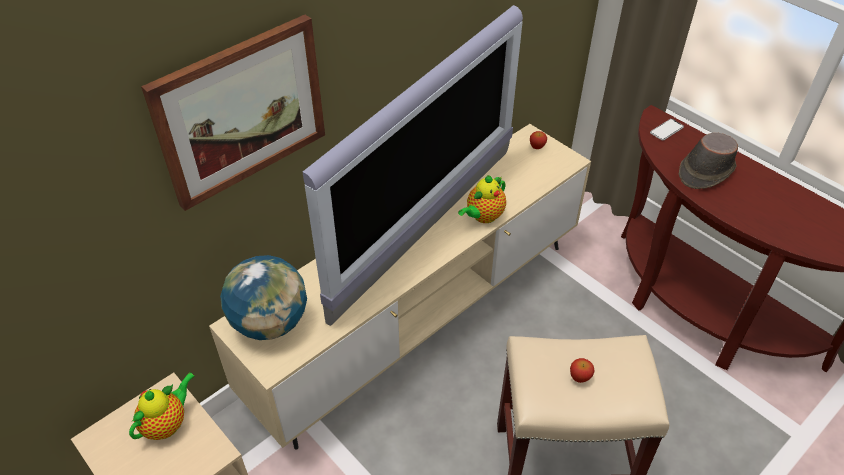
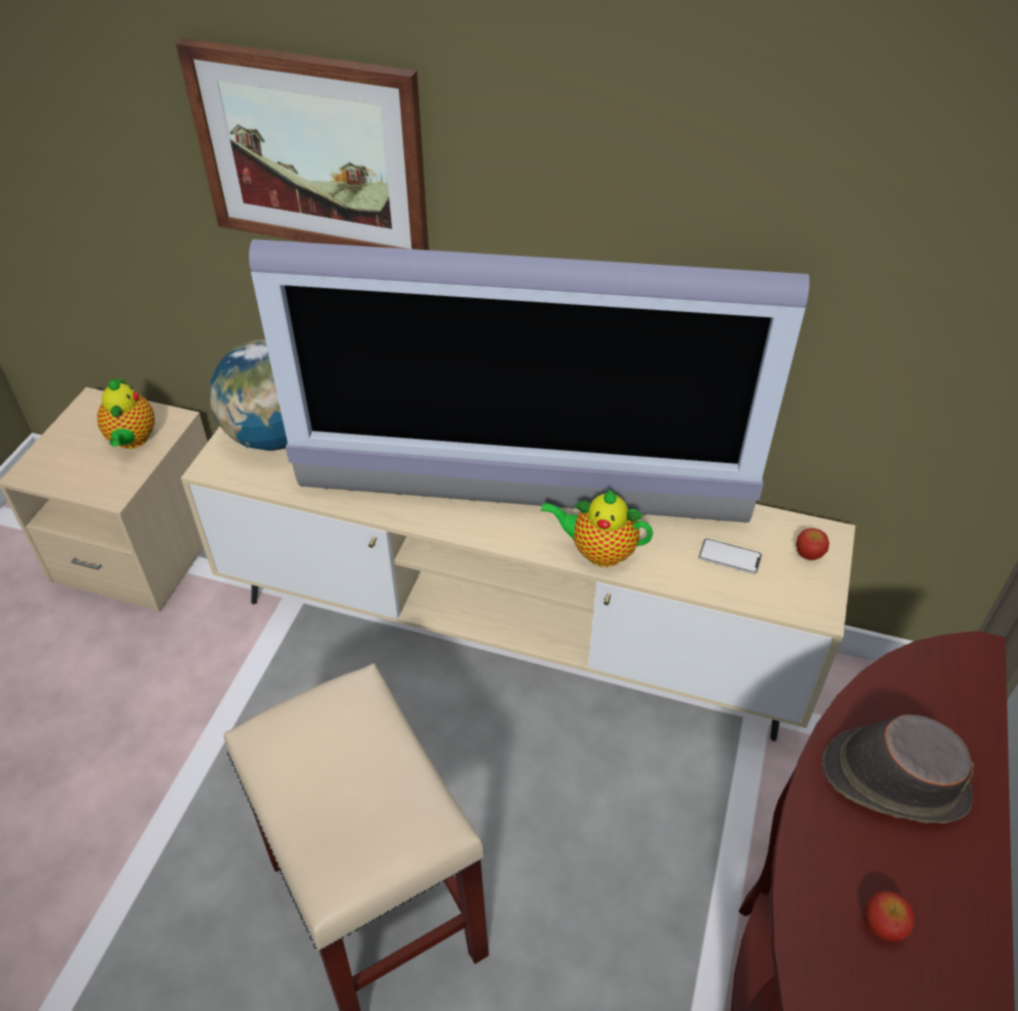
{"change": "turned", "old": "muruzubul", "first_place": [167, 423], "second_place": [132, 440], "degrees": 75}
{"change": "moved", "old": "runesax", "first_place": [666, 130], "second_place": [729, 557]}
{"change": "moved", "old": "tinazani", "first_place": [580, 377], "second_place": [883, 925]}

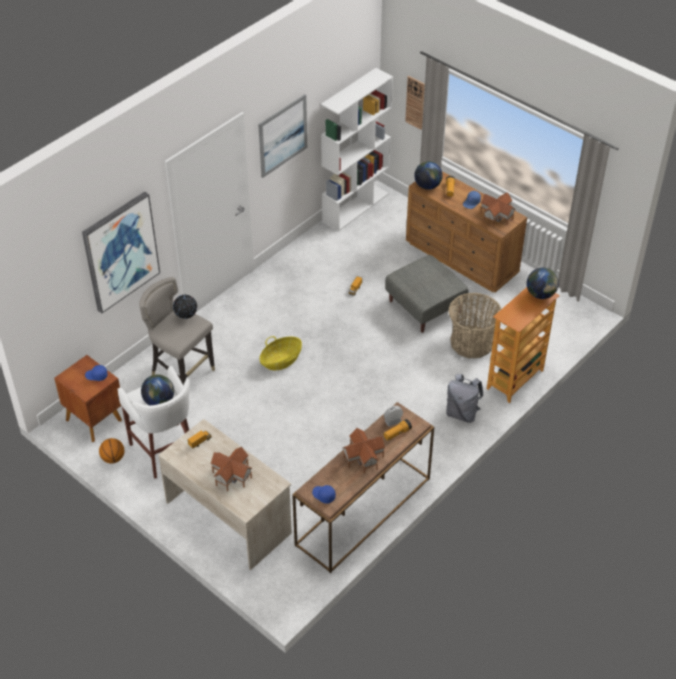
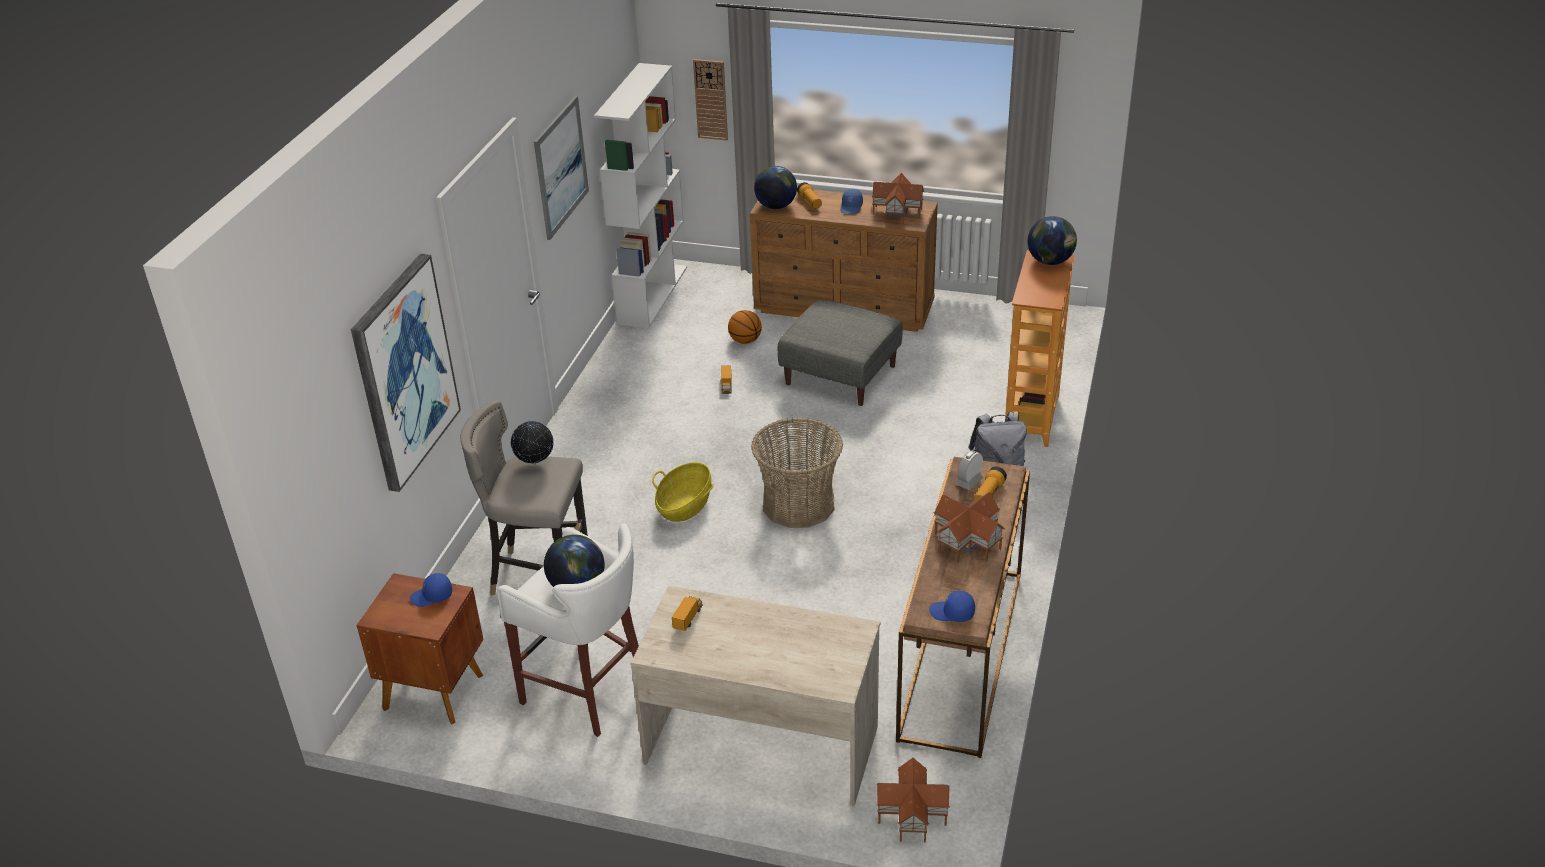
{"change": "moved", "old": "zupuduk", "first_place": [113, 458], "second_place": [745, 340]}
{"change": "moved", "old": "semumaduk", "first_place": [471, 342], "second_place": [798, 504]}
{"change": "moved", "old": "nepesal", "first_place": [232, 474], "second_place": [911, 813]}

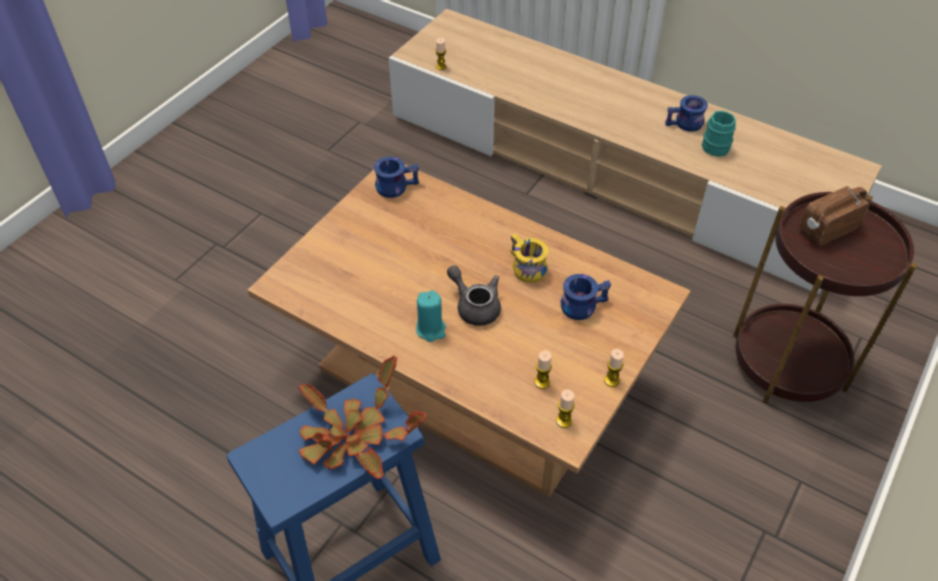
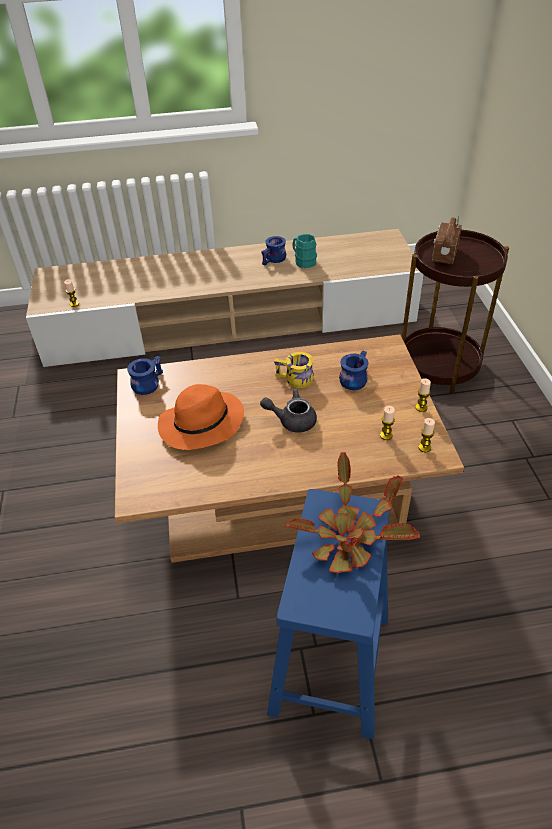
{"change": "added", "new": "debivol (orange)", "second_place": [201, 425]}
{"change": "removed", "old": "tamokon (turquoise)", "first_place": [431, 329]}

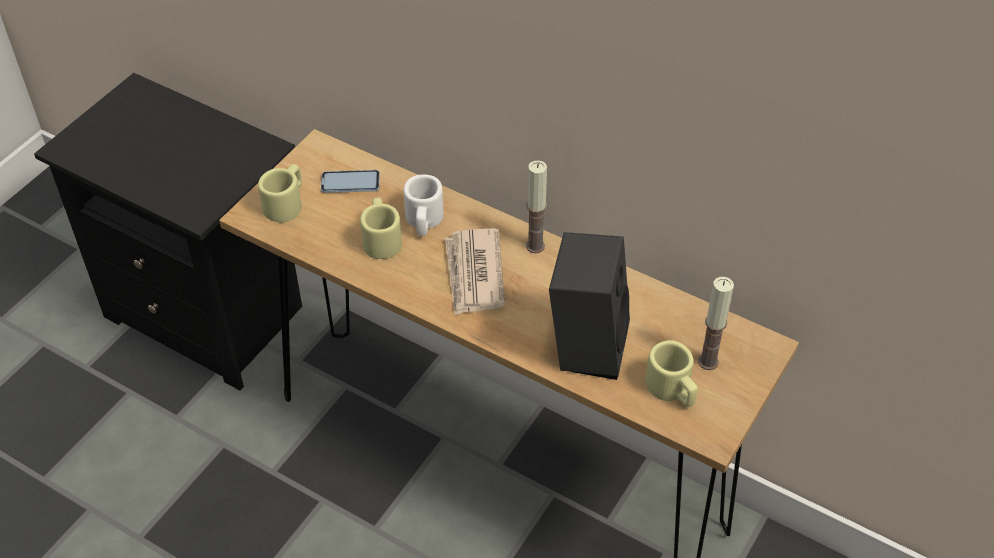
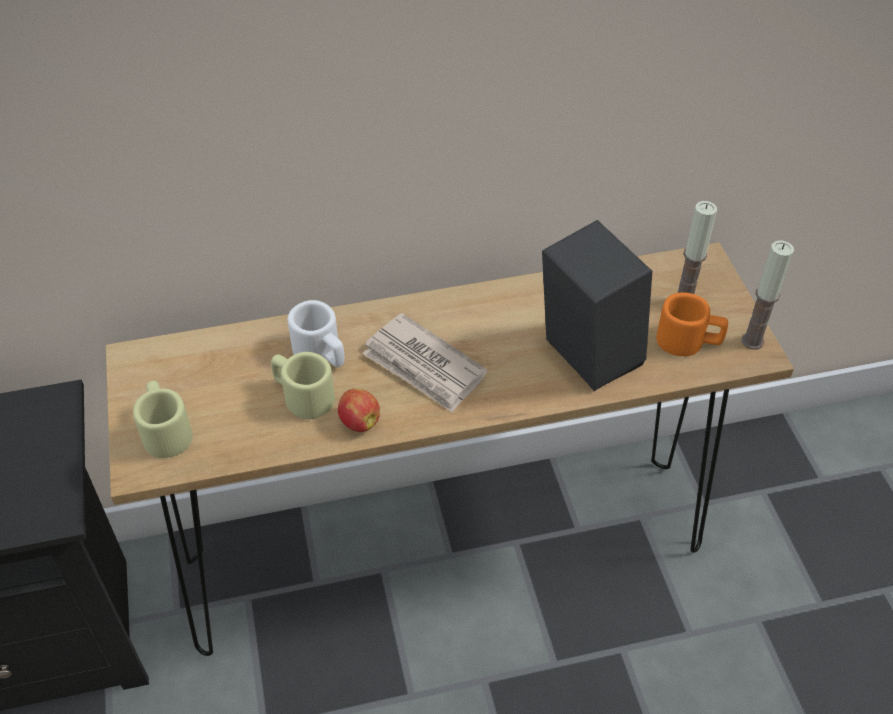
{"change": "added", "new": "tinazani", "second_place": [359, 421]}
{"change": "recoloured", "old": "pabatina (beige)", "new": "pabatina (orange)", "first_place": [672, 390], "second_place": [688, 341]}
{"change": "moved", "old": "tamokon", "first_place": [535, 246], "second_place": [752, 341]}
{"change": "removed", "old": "runesax", "first_place": [350, 183]}

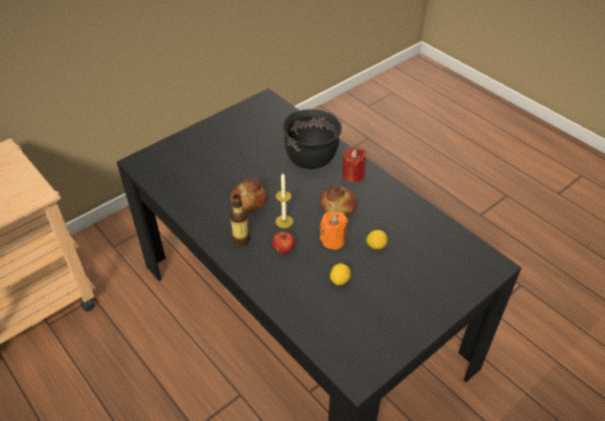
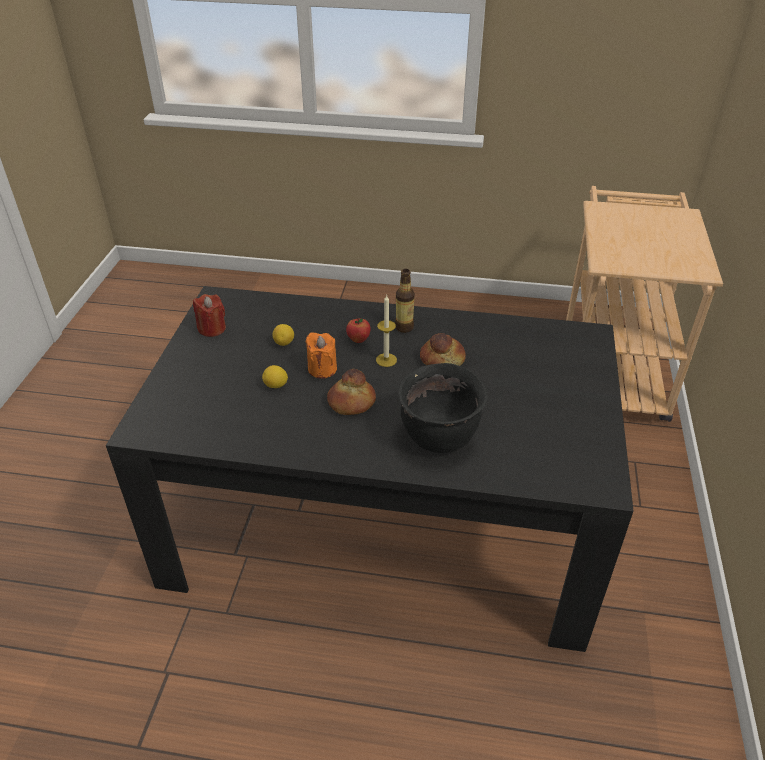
{"change": "moved", "old": "tamokon (red)", "first_place": [353, 175], "second_place": [212, 328]}

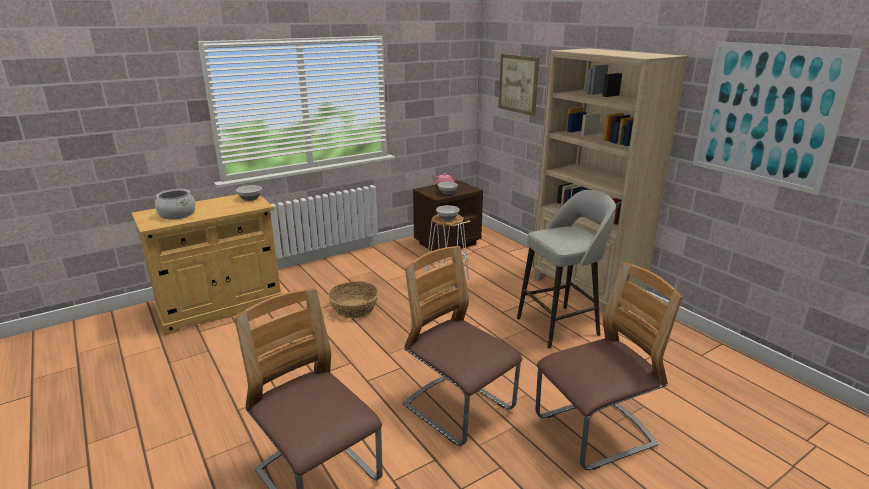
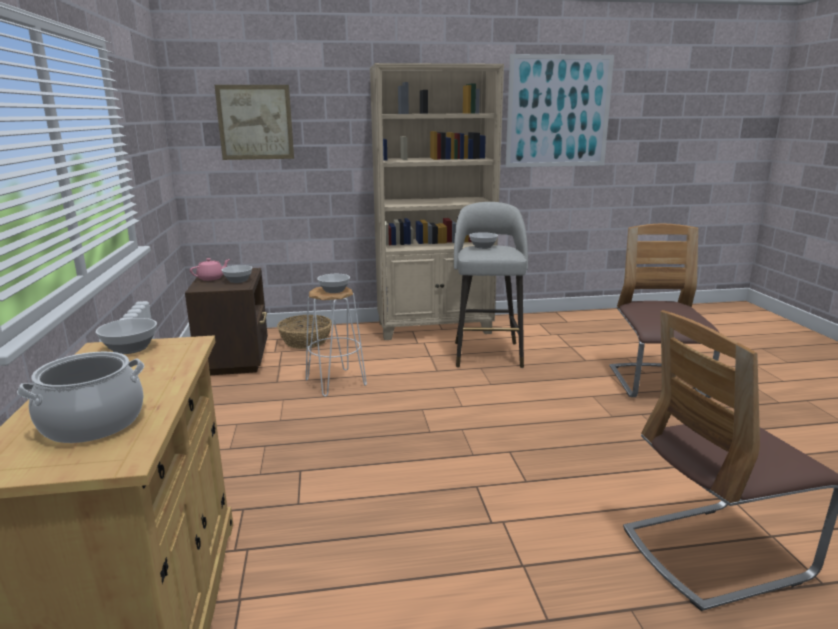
{"change": "moved", "old": "semumaduk", "first_place": [354, 308], "second_place": [305, 341]}
{"change": "added", "new": "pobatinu", "second_place": [483, 247]}
{"change": "removed", "old": "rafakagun", "first_place": [458, 409]}

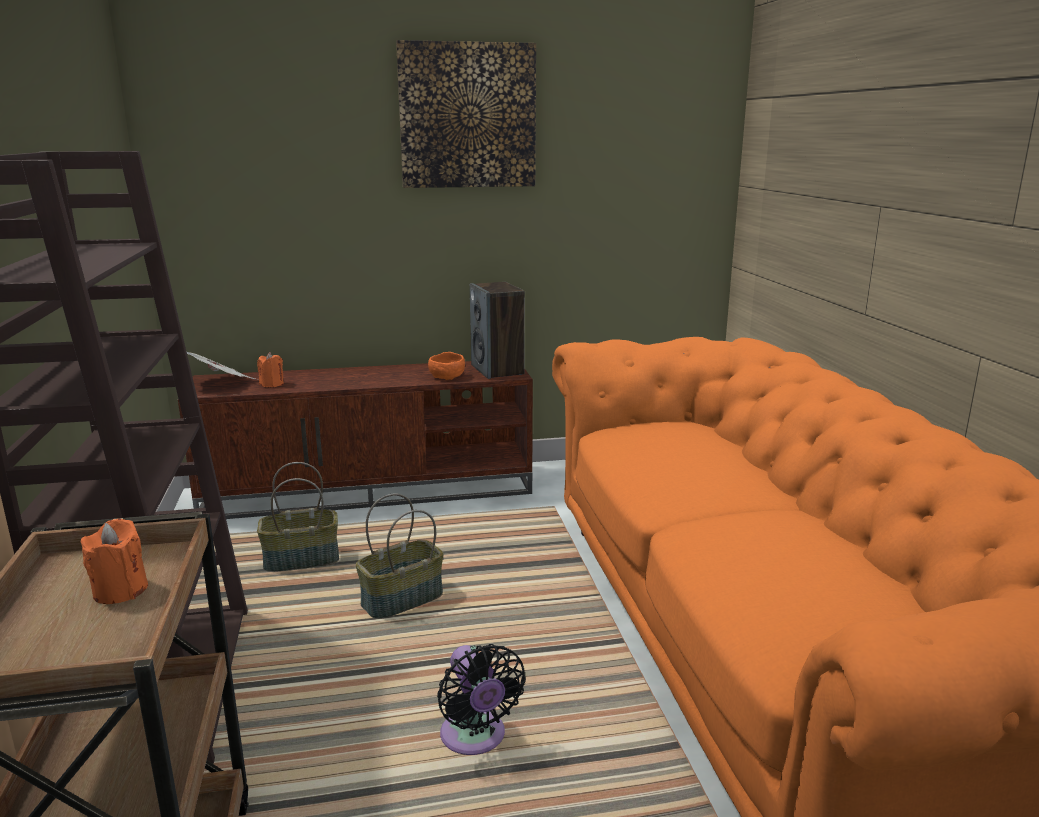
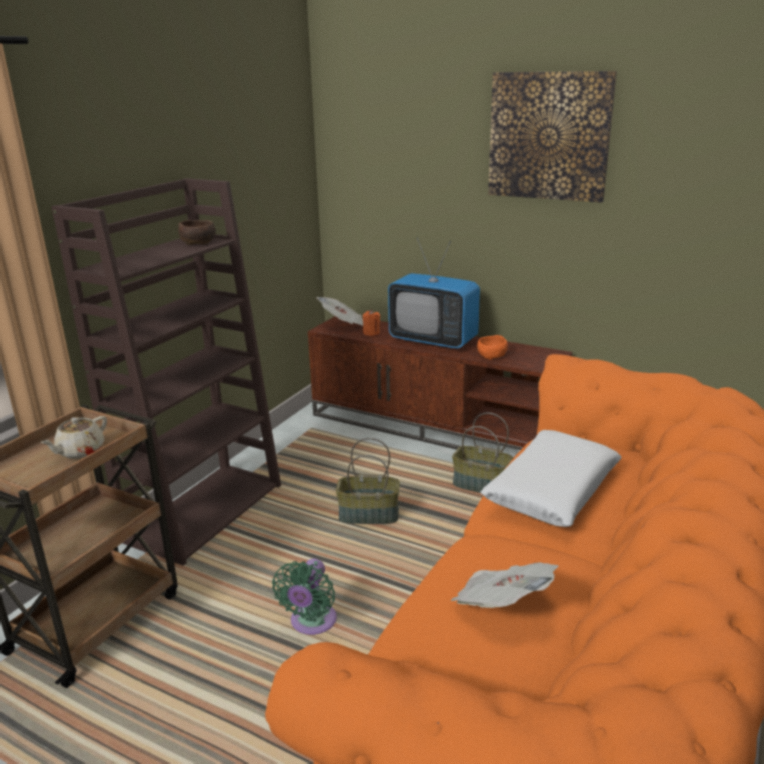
{"change": "replaced", "old": "tamokon (orange)", "new": "muruzubul (beige)", "first_place": [120, 590], "second_place": [80, 451]}
{"change": "added", "new": "pobatinu (brown)", "second_place": [199, 242]}
{"change": "recoloured", "old": "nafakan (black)", "new": "nafakan (green)", "first_place": [475, 739], "second_place": [311, 623]}
{"change": "added", "new": "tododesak", "second_place": [433, 340]}
{"change": "added", "new": "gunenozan", "second_place": [501, 605]}
{"change": "moved", "old": "semumaduk", "first_place": [301, 561], "second_place": [481, 486]}
{"change": "added", "new": "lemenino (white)", "second_place": [551, 490]}
{"change": "removed", "old": "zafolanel", "first_place": [497, 370]}

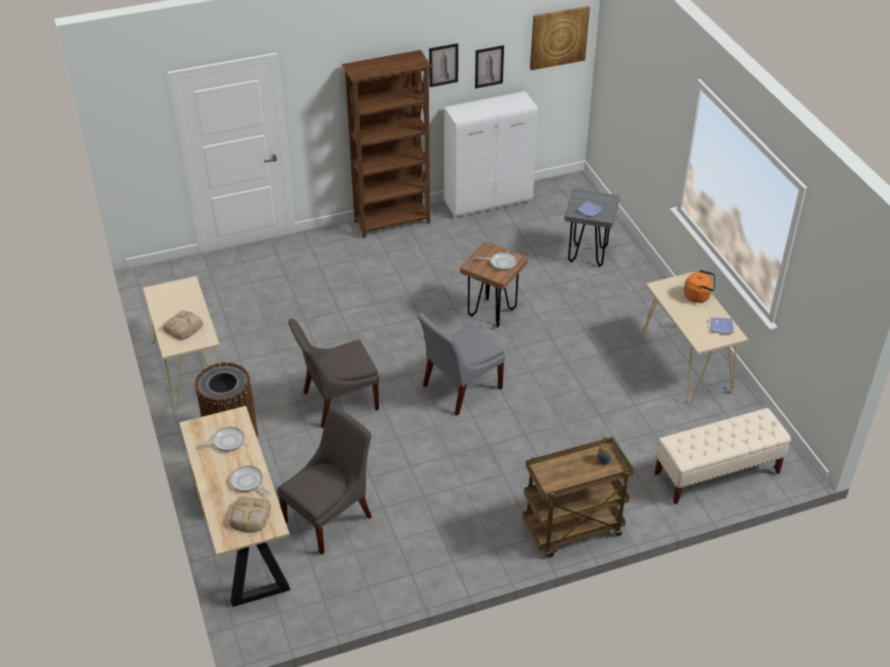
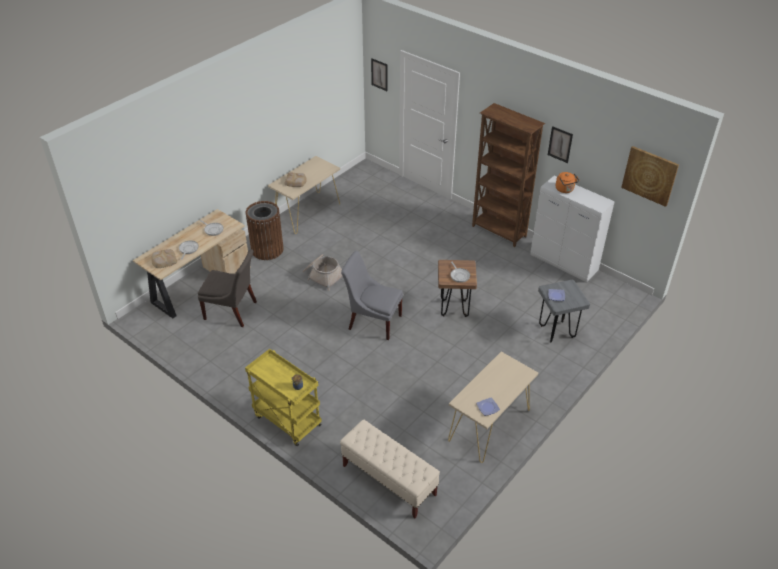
{"change": "recoloured", "old": "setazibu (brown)", "new": "setazibu (yellow)", "first_place": [572, 530], "second_place": [286, 420]}
{"change": "replaced", "old": "rafakagun (grey)", "new": "semumaduk", "first_place": [337, 401], "second_place": [322, 276]}
{"change": "moved", "old": "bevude", "first_place": [489, 66], "second_place": [379, 74]}
{"change": "moved", "old": "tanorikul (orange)", "first_place": [698, 296], "second_place": [565, 190]}

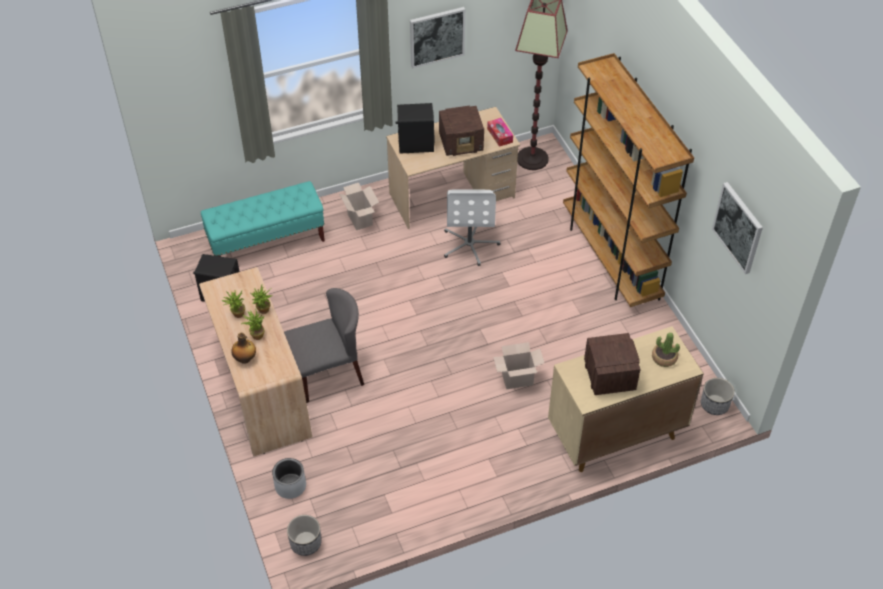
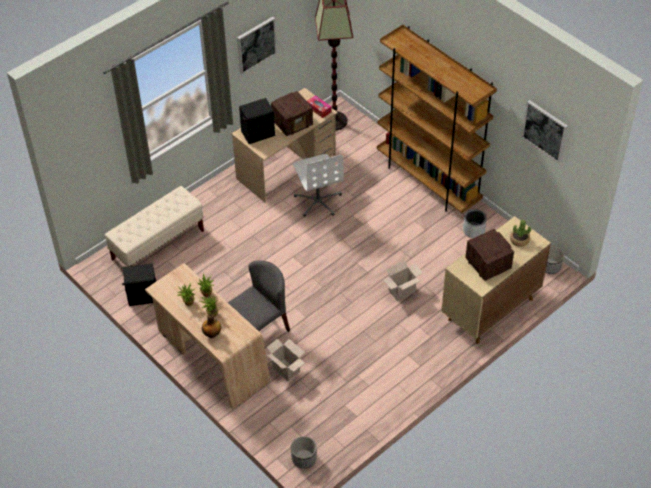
{"change": "recoloured", "old": "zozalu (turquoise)", "new": "zozalu (beige)", "first_place": [267, 242], "second_place": [158, 245]}
{"change": "moved", "old": "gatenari", "first_place": [361, 220], "second_place": [287, 370]}
{"change": "moved", "old": "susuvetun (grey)", "first_place": [290, 486], "second_place": [473, 230]}

